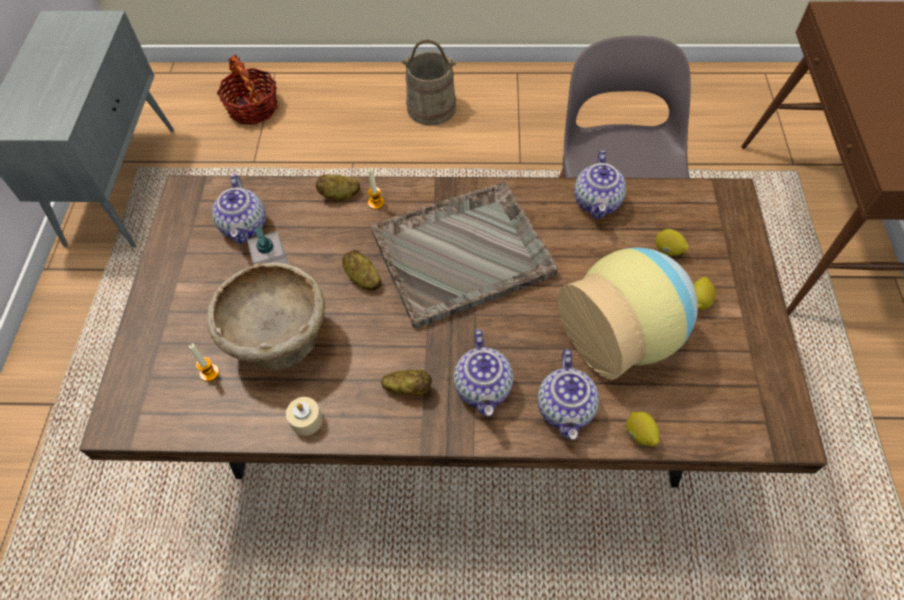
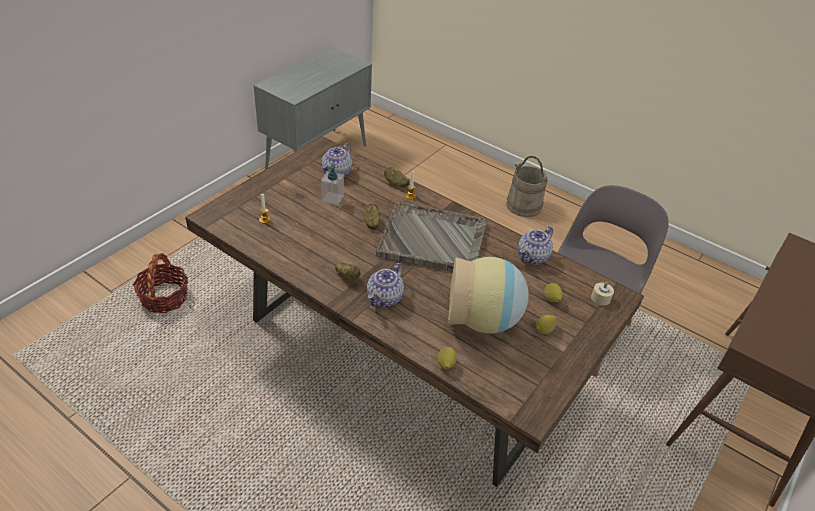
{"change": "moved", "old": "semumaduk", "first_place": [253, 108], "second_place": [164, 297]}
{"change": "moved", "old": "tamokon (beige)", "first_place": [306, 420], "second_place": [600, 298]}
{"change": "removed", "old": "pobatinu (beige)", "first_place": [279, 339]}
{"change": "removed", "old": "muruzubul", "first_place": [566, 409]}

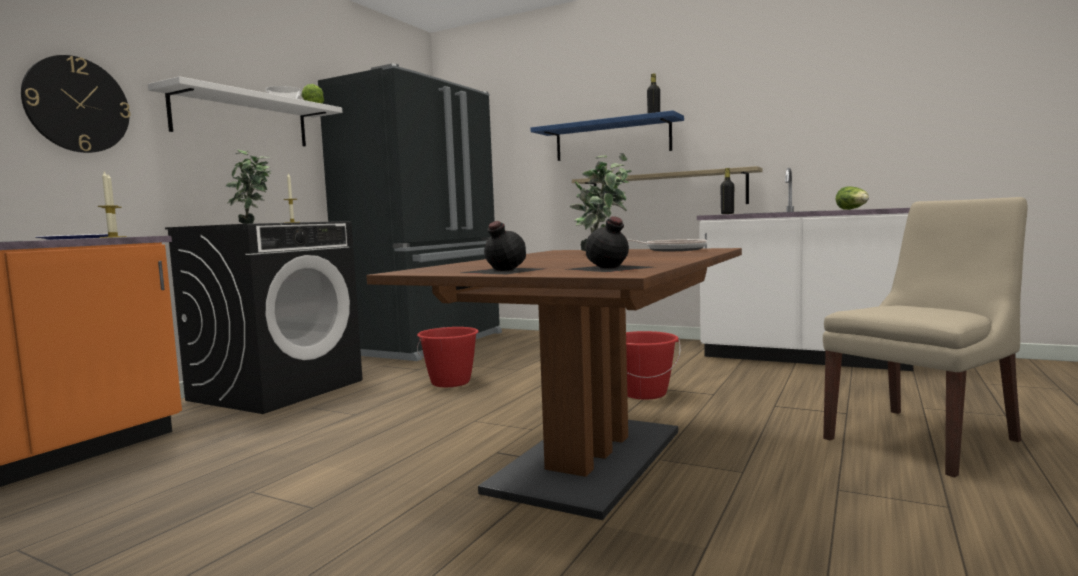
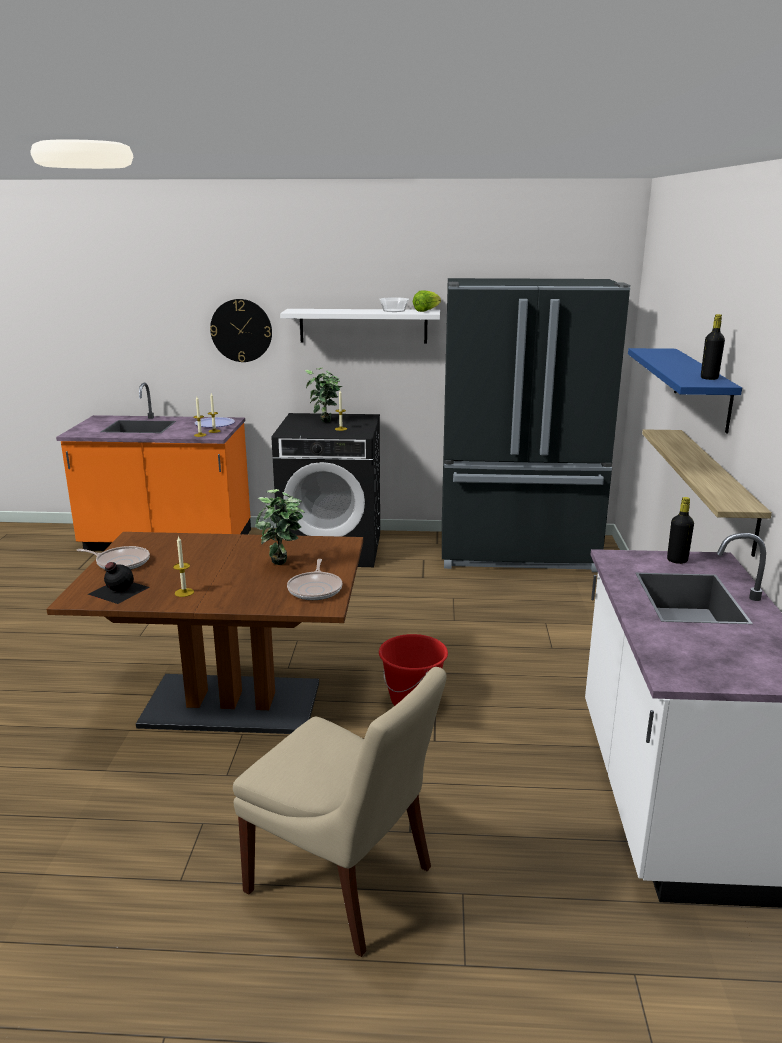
{"change": "replaced", "old": "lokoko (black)", "new": "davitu", "first_place": [502, 270], "second_place": [120, 562]}
{"change": "added", "new": "tamokon", "second_place": [184, 592]}
{"change": "removed", "old": "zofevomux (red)", "first_place": [450, 382]}
{"change": "removed", "old": "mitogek", "first_place": [853, 209]}

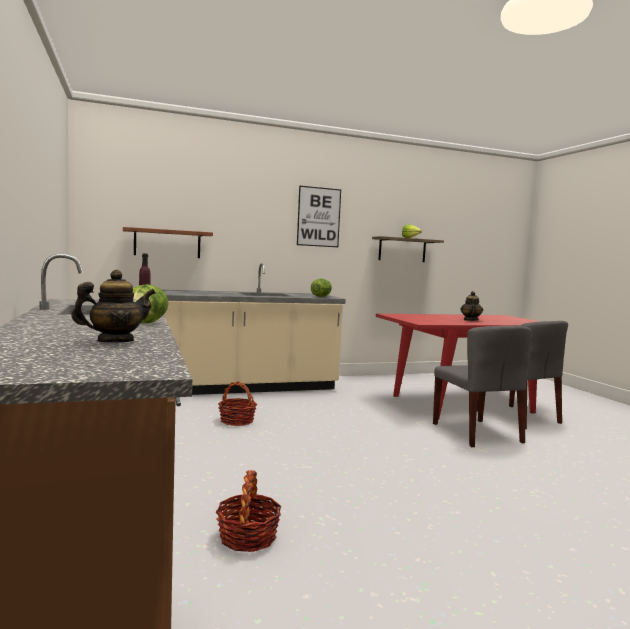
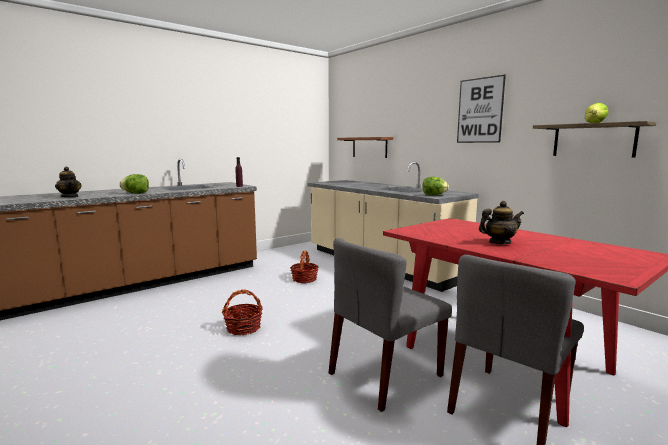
{"change": "moved", "old": "semumaduk", "first_place": [248, 537], "second_place": [243, 328]}

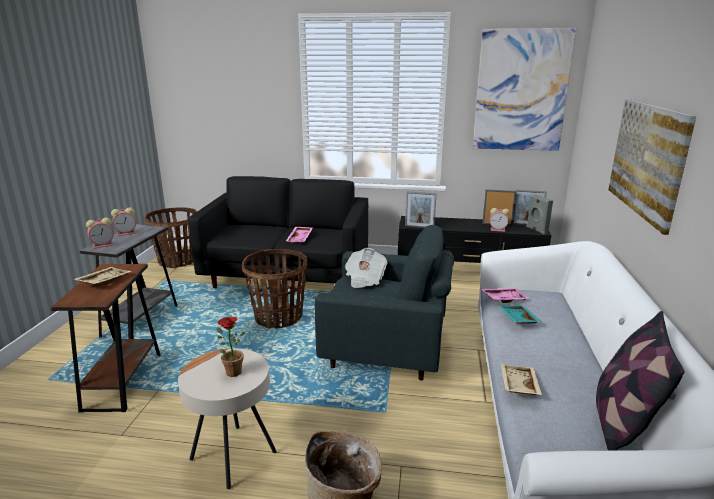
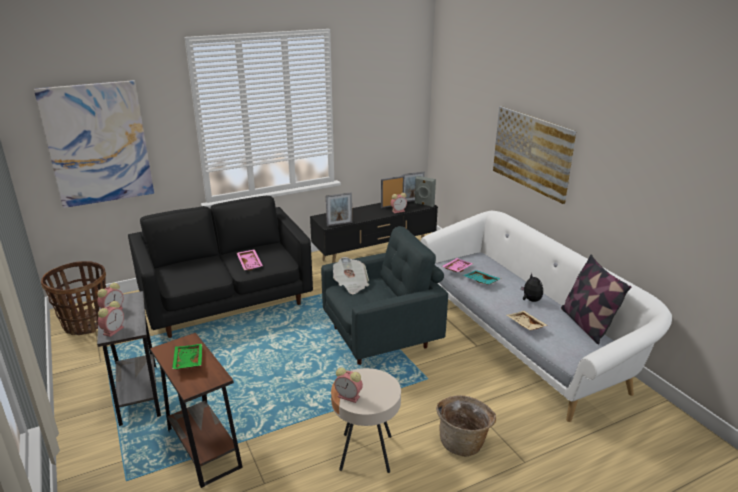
{"change": "moved", "old": "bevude", "first_place": [521, 91], "second_place": [98, 144]}
{"change": "recoloured", "old": "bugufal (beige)", "new": "bugufal (green)", "first_place": [103, 281], "second_place": [187, 361]}
{"change": "added", "new": "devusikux", "second_place": [349, 397]}
{"change": "added", "new": "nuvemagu", "second_place": [530, 300]}
{"change": "removed", "old": "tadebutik", "first_place": [231, 371]}
{"change": "removed", "old": "semumaduk", "first_place": [278, 317]}

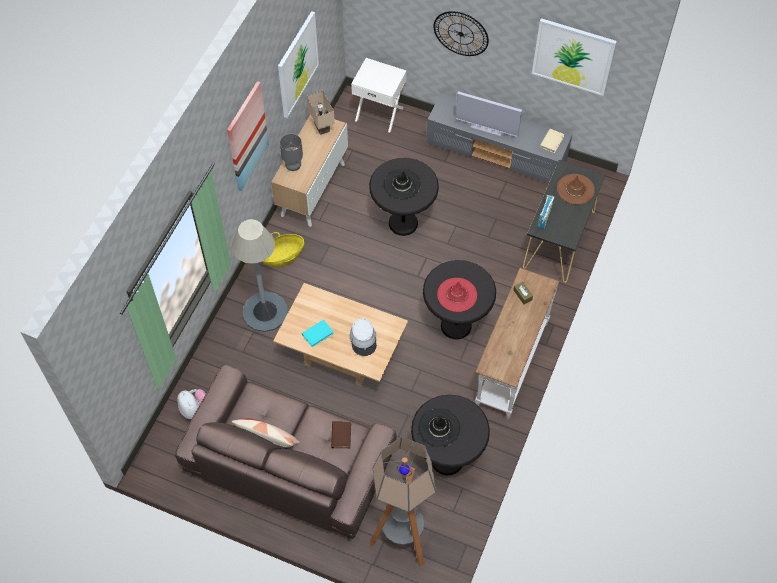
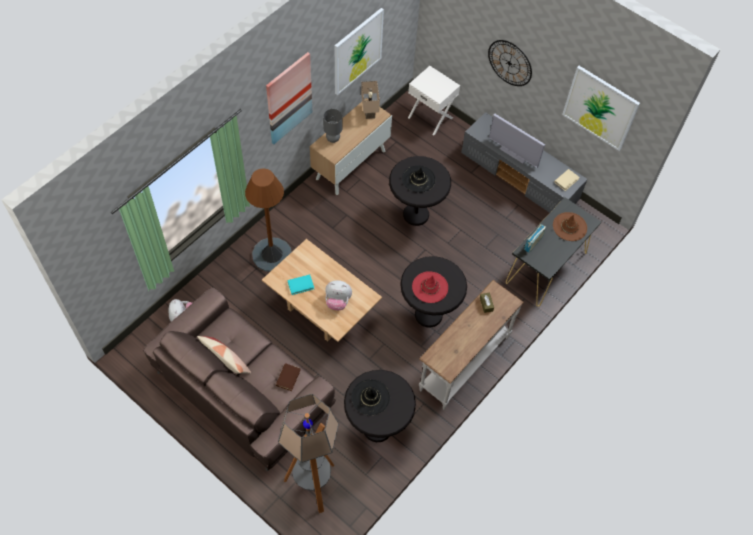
{"change": "recoloured", "old": "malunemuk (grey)", "new": "malunemuk (brown)", "first_place": [265, 312], "second_place": [272, 255]}
{"change": "replaced", "old": "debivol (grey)", "new": "nuvemagu", "first_place": [363, 339], "second_place": [338, 301]}
{"change": "removed", "old": "semumaduk", "first_place": [283, 256]}

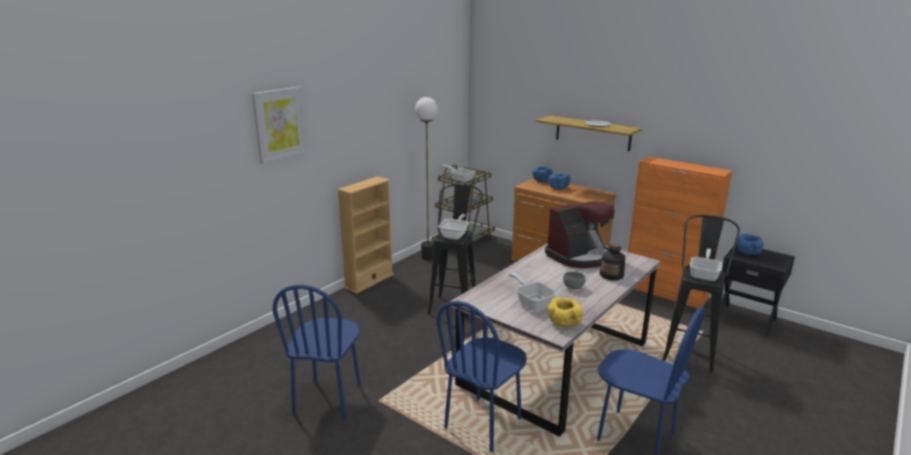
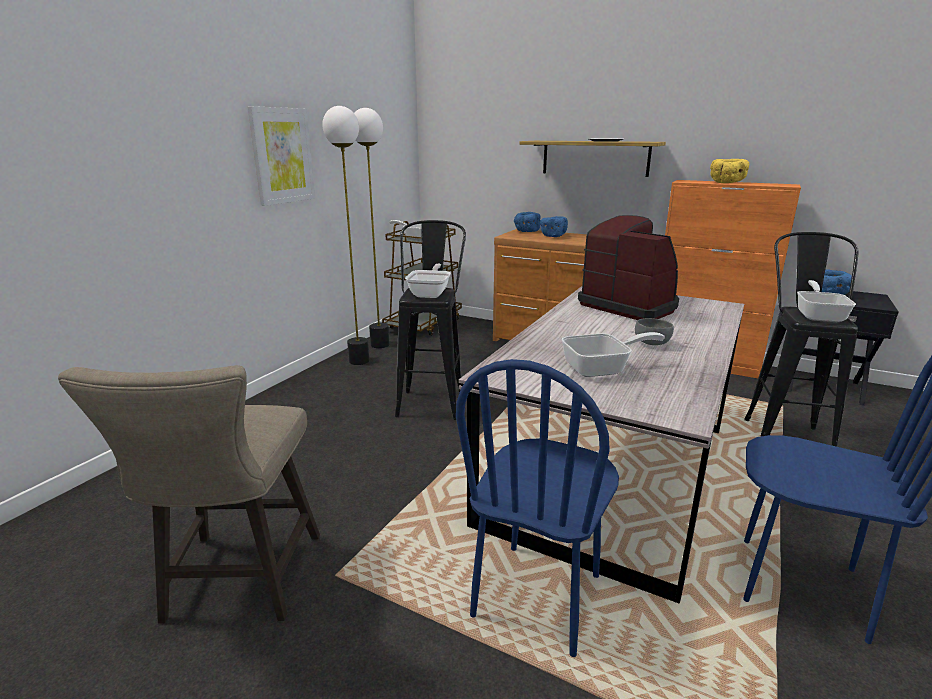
{"change": "replaced", "old": "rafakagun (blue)", "new": "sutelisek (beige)", "first_place": [328, 399], "second_place": [239, 584]}
{"change": "moved", "old": "bevude", "first_place": [280, 124], "second_place": [282, 156]}
{"change": "added", "new": "malunemuk", "second_place": [359, 361]}
{"change": "turned", "old": "davitu", "first_place": [532, 302], "second_place": [602, 369], "degrees": 120}
{"change": "turned", "old": "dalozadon", "first_place": [580, 256], "second_place": [629, 306], "degrees": -90}
{"change": "moved", "old": "pobatinu (yellow)", "first_place": [563, 323], "second_place": [726, 182]}
{"change": "removed", "old": "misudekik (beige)", "first_place": [369, 281]}
{"change": "removed", "old": "lokoko", "first_place": [611, 275]}

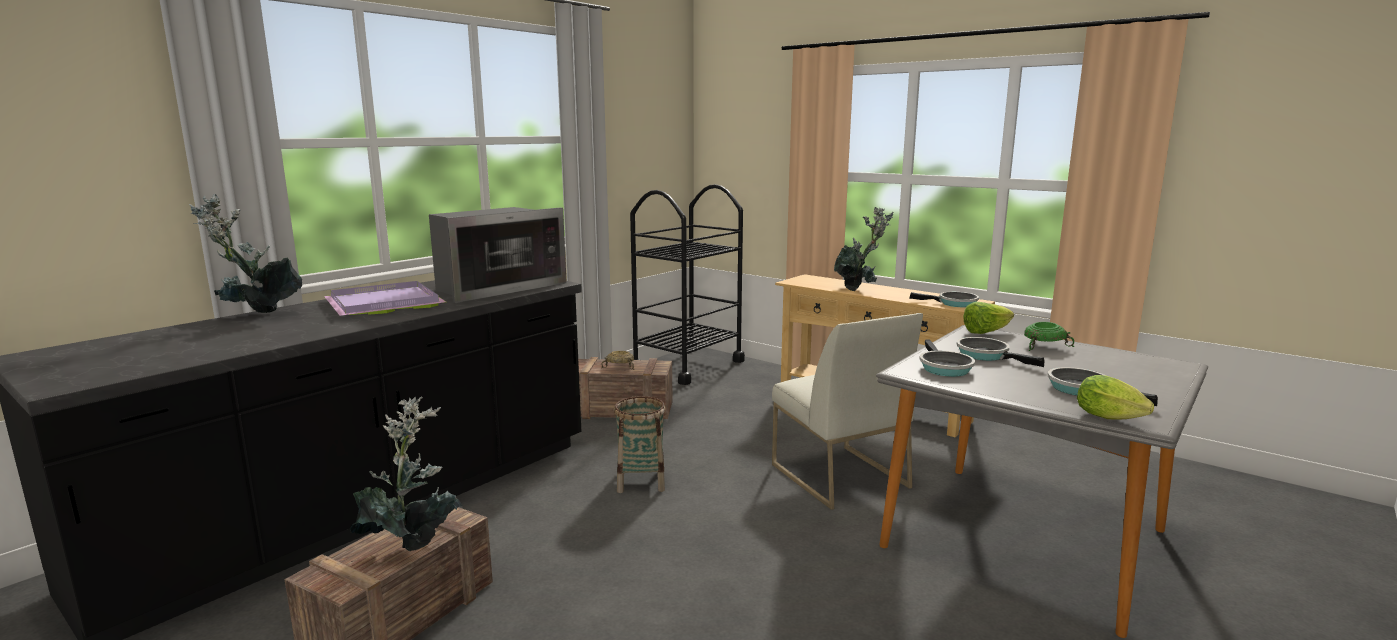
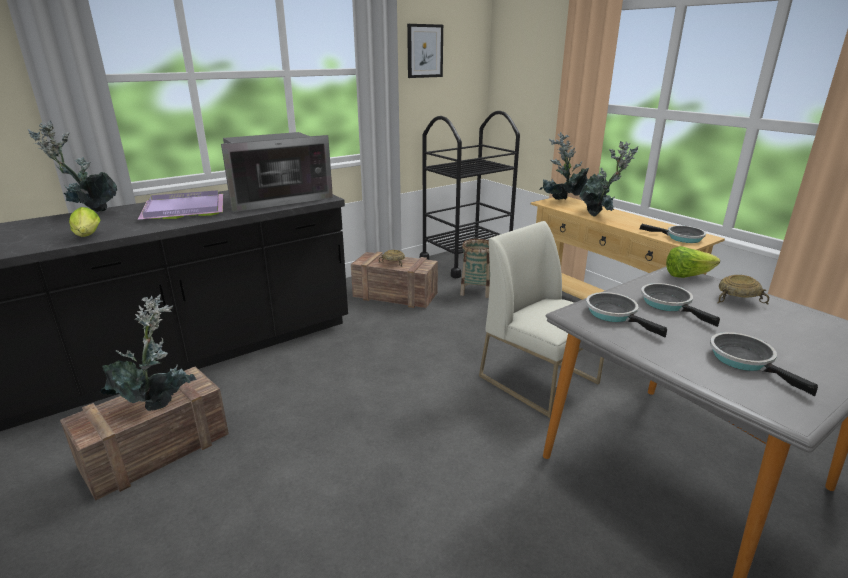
{"change": "moved", "old": "mitogek", "first_place": [1112, 419], "second_place": [88, 237]}
{"change": "added", "new": "bevude", "second_place": [424, 51]}
{"change": "moved", "old": "semumaduk", "first_place": [641, 481], "second_place": [475, 291]}
{"change": "turned", "old": "rafakagun (white)", "first_place": [838, 475], "second_place": [540, 380], "degrees": 150}
{"change": "added", "new": "tadebutik", "second_place": [562, 201]}
{"change": "turned", "old": "davitu", "first_place": [943, 368], "second_place": [614, 314], "degrees": 135}
{"change": "recoloured", "old": "pobatinu (green)", "new": "pobatinu (beige)", "first_place": [1044, 346], "second_place": [737, 299]}

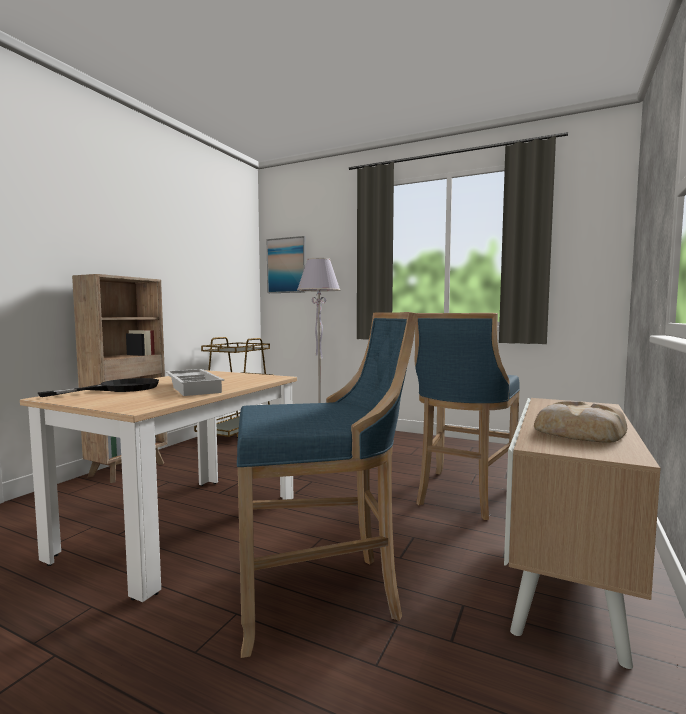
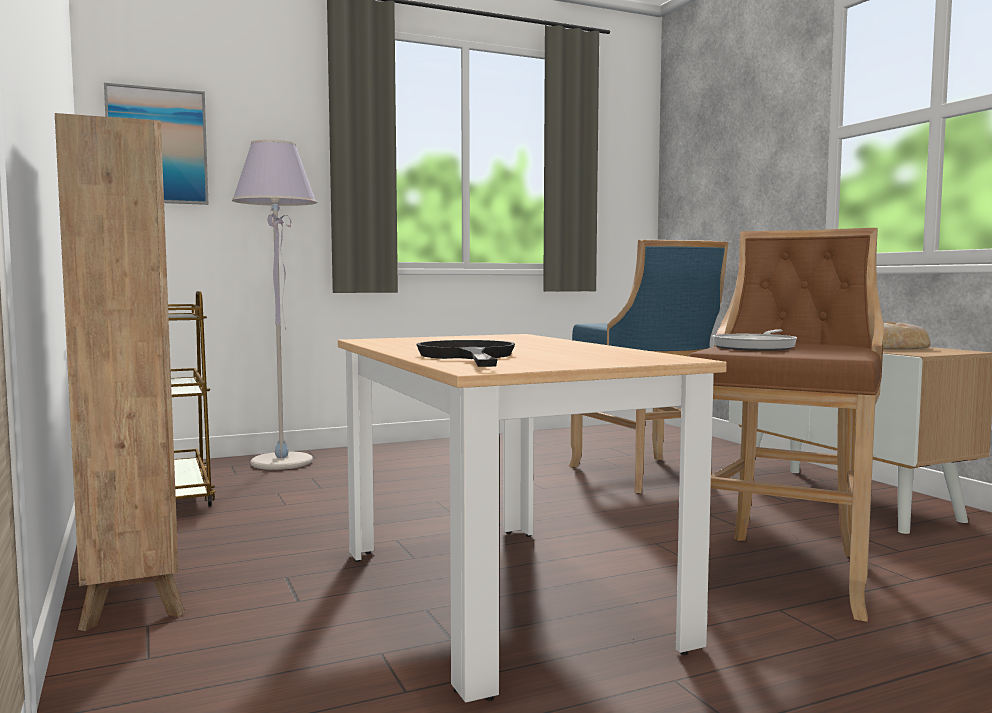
{"change": "recoloured", "old": "sutelisek (blue)", "new": "sutelisek (brown)", "first_place": [322, 595], "second_place": [783, 570]}
{"change": "added", "new": "davitu", "second_place": [756, 347]}
{"change": "removed", "old": "bugufal (white)", "first_place": [194, 387]}

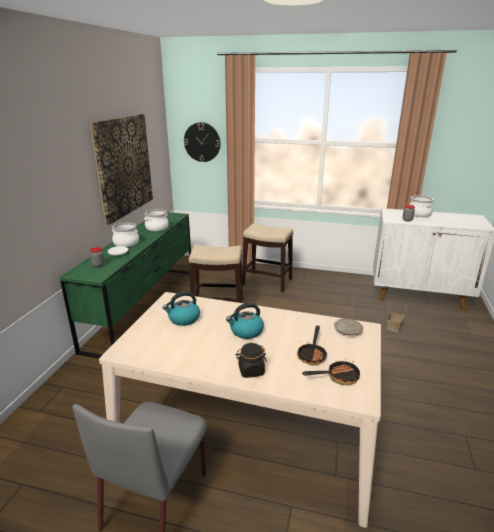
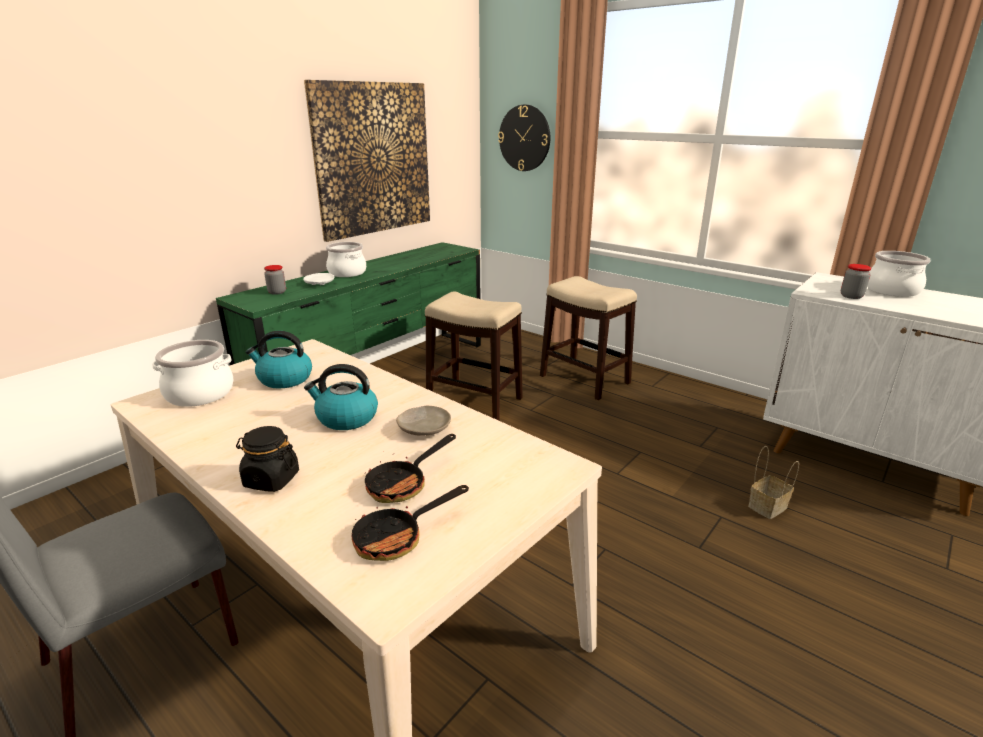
{"change": "moved", "old": "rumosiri", "first_place": [157, 228], "second_place": [200, 393]}
{"change": "turned", "old": "davitu", "first_place": [338, 377], "second_place": [398, 537], "degrees": 135}
{"change": "moved", "old": "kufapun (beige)", "first_place": [347, 331], "second_place": [424, 428]}

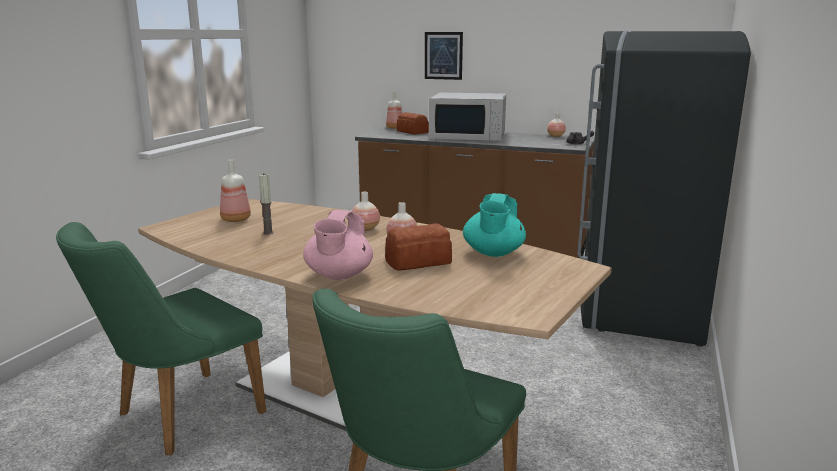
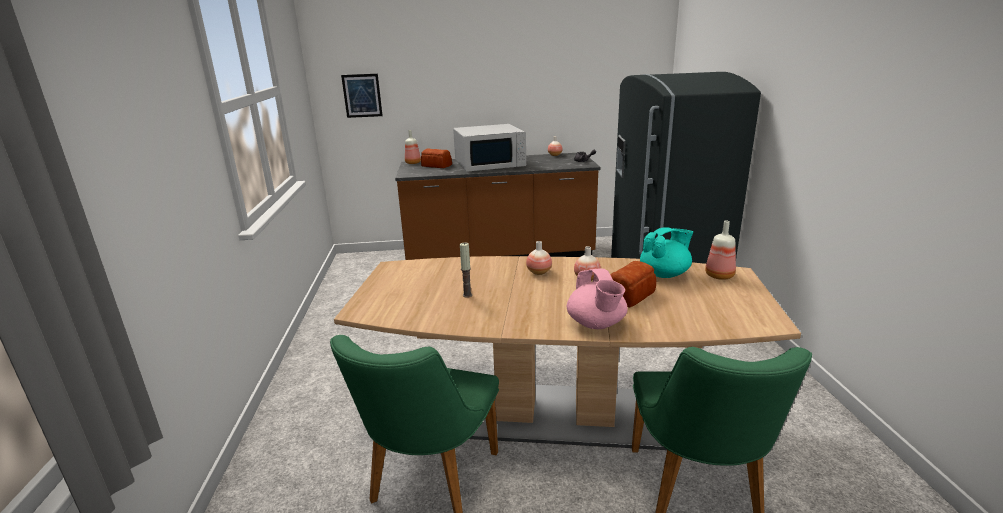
{"change": "moved", "old": "bevude", "first_place": [443, 55], "second_place": [362, 95]}
{"change": "turned", "old": "muruzubul (turquoise)", "first_place": [493, 253], "second_place": [665, 274], "degrees": -105}
{"change": "moved", "old": "lokoko", "first_place": [236, 220], "second_place": [720, 276]}

